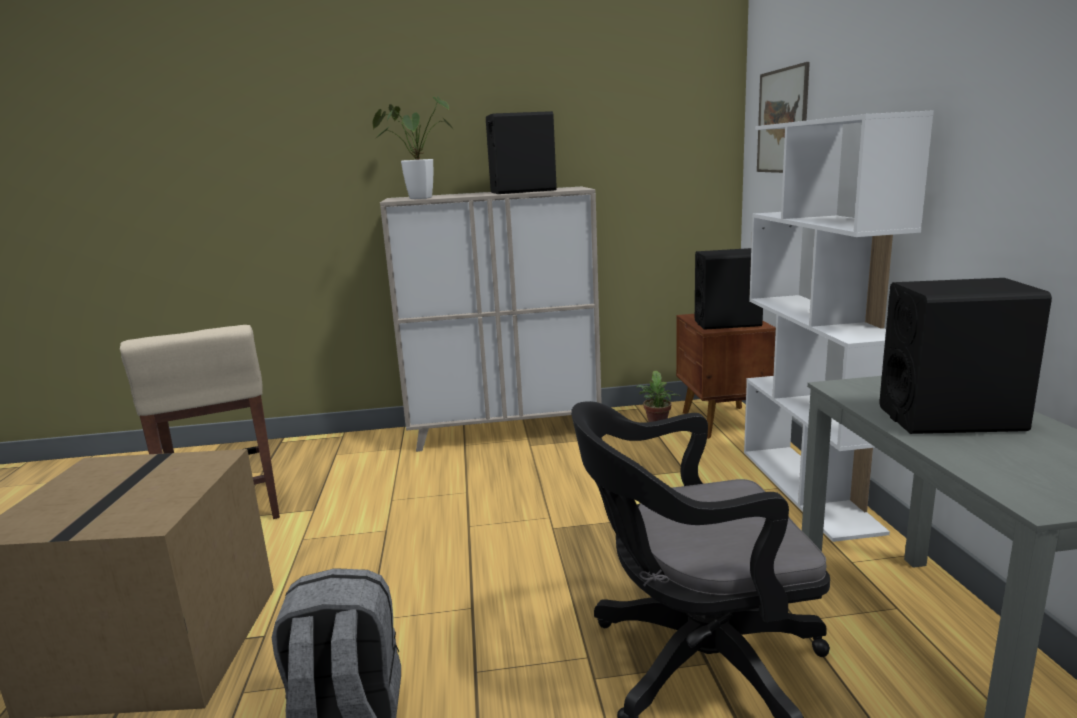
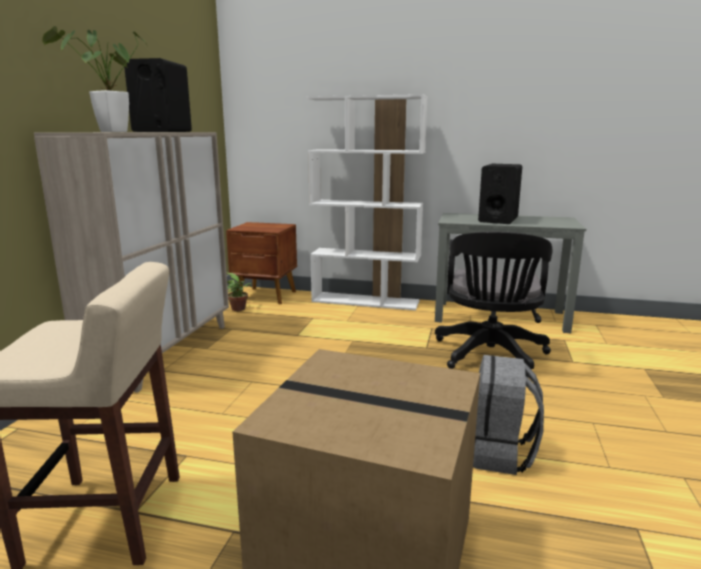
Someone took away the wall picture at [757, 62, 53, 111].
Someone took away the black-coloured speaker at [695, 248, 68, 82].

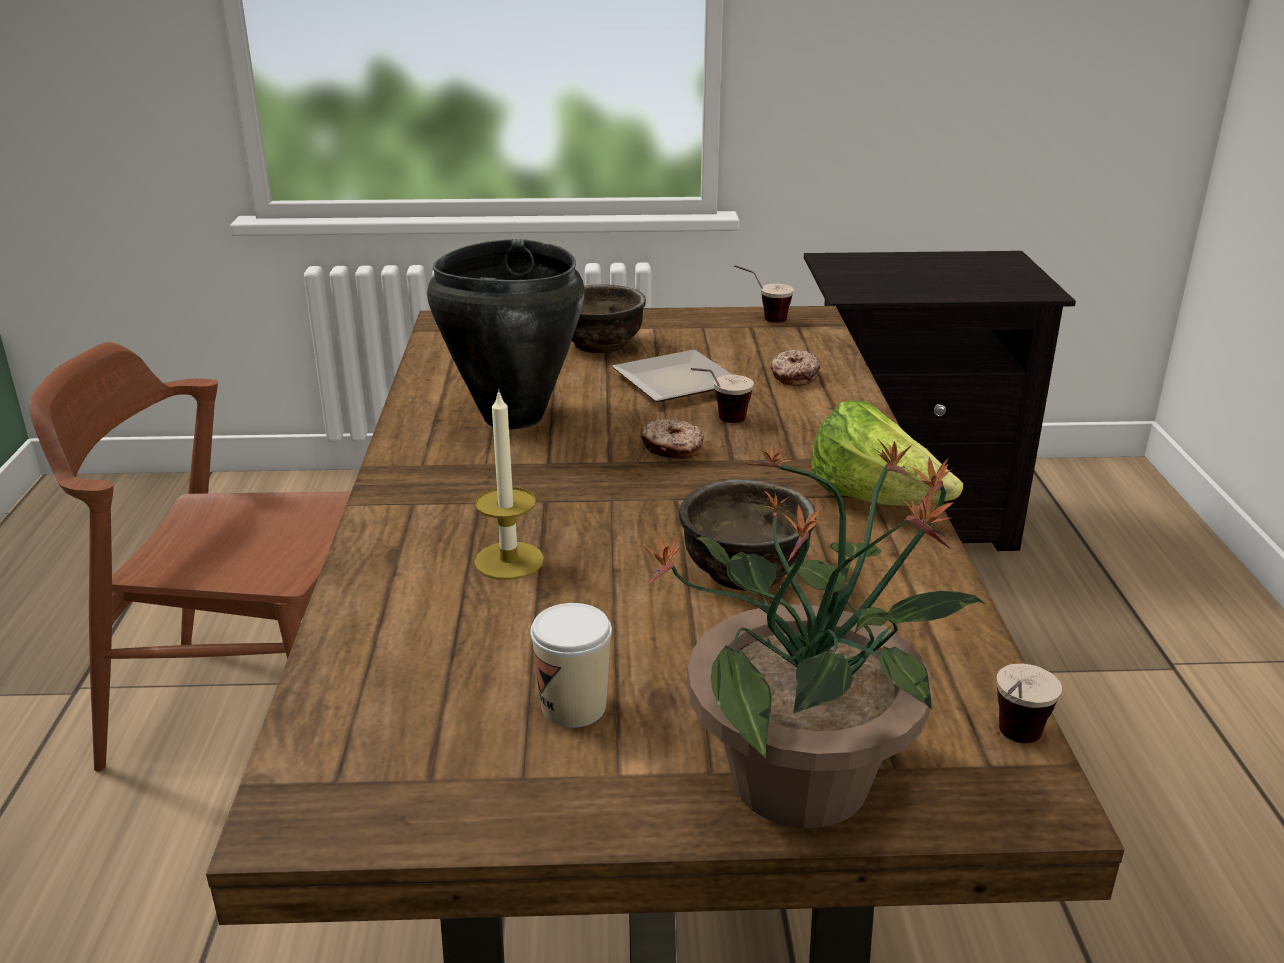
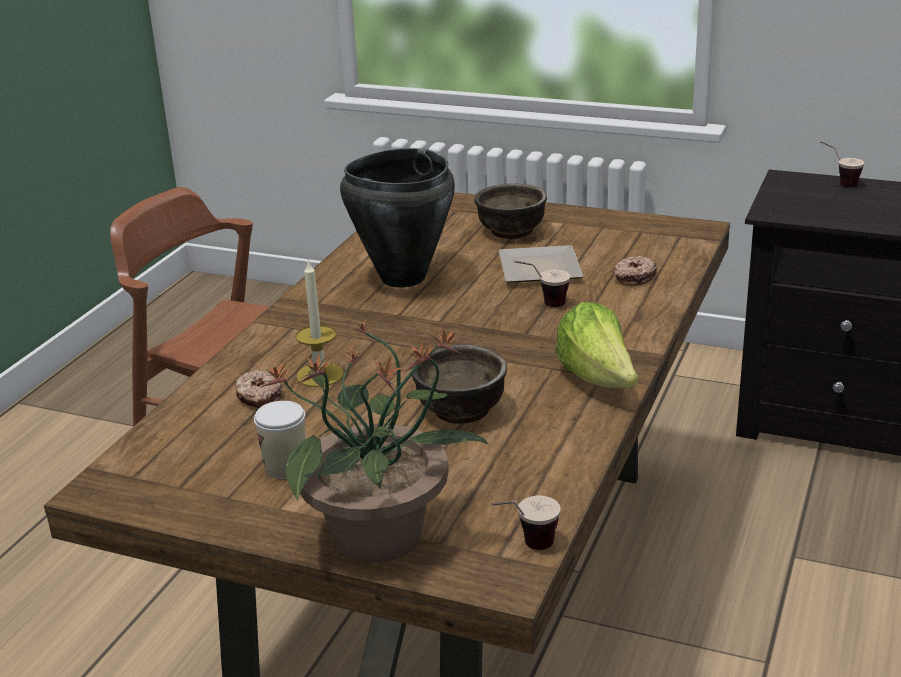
Someone carried the drinking cup from [734, 265, 60, 58] to [820, 141, 44, 46].
Someone carried the donut from [640, 419, 64, 40] to [235, 370, 47, 38].

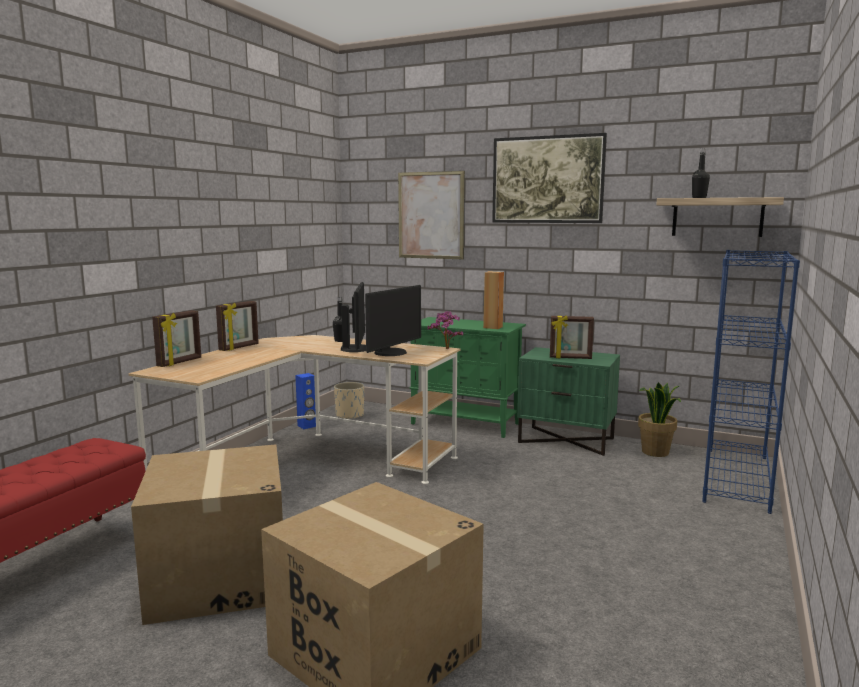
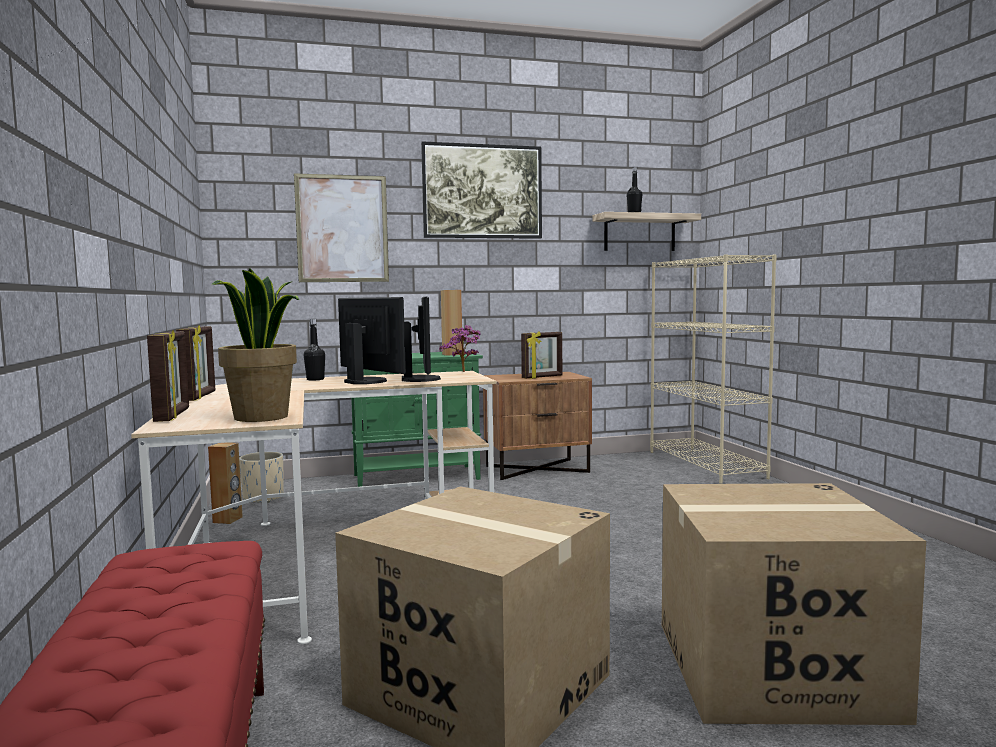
Someone repainted the blue-coloured shelving unit at [702, 250, 98, 264], which became the beige-coloured shelving unit at [650, 254, 127, 230].
Someone repainted the green-coloured night table at [517, 347, 103, 109], which became the brownish night table at [483, 372, 109, 108].
Someone repainted the blue-coloured speaker at [295, 373, 21, 56], which became the brownish speaker at [208, 443, 35, 81].
Someone carried the houseplant from [638, 382, 43, 75] to [212, 268, 87, 154].

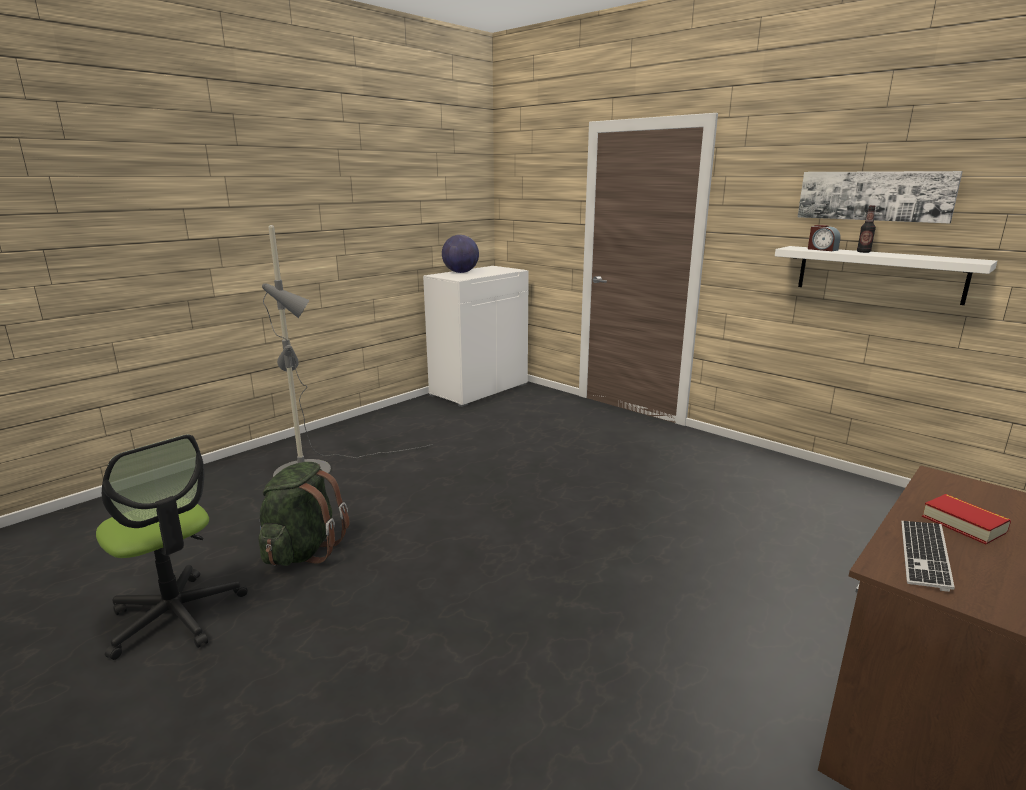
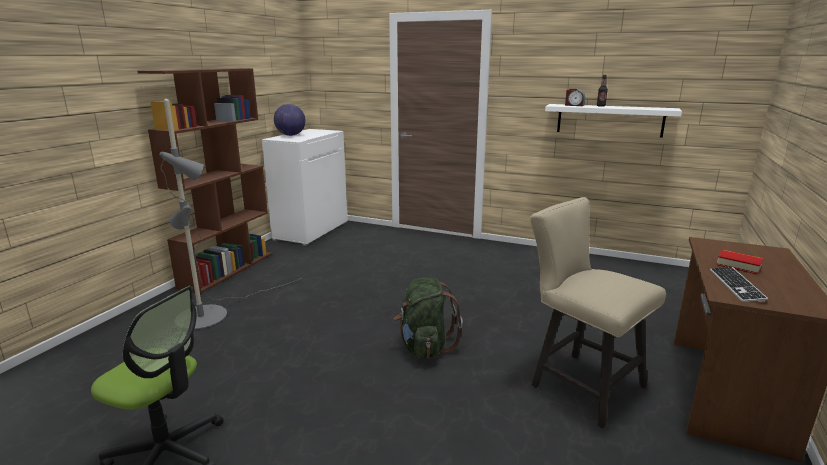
Someone took away the wall picture at [798, 171, 165, 52].
Someone carried the green-coloured rucksack from [258, 462, 92, 104] to [394, 277, 69, 82].
Someone put down the brownish shelving unit at [137, 68, 135, 226].
Someone put down the beige-coloured upright chair at [530, 197, 136, 232].

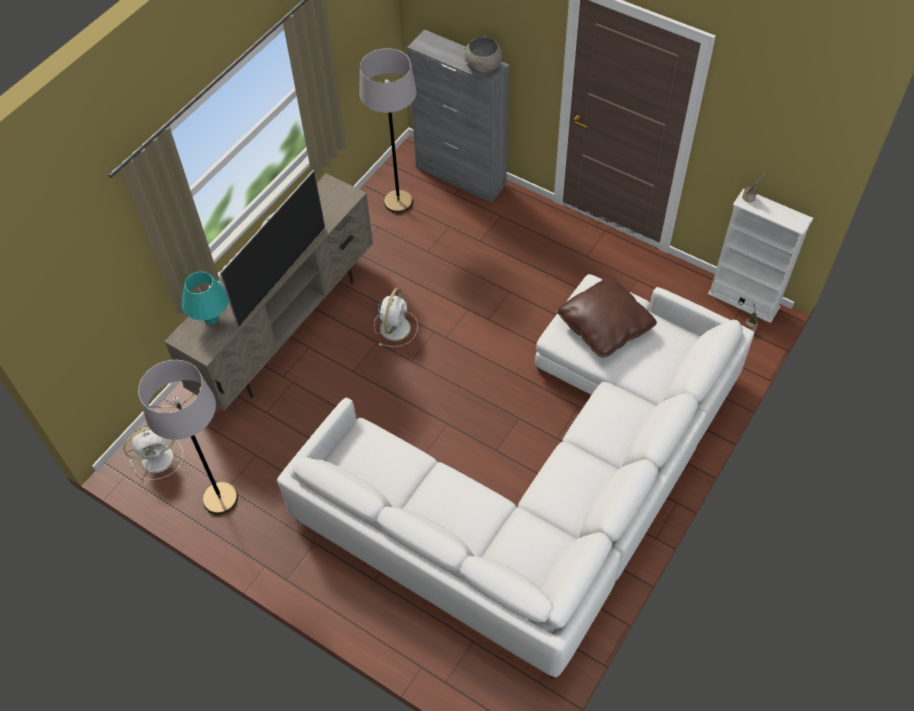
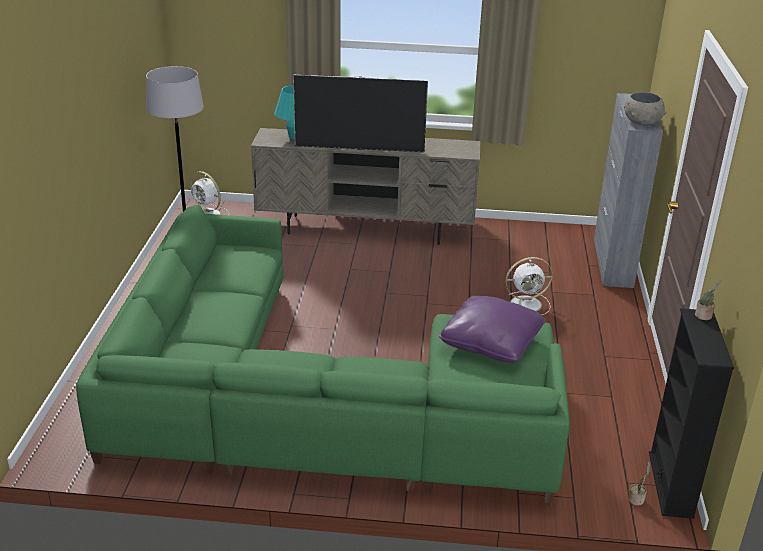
Someone took away the gray standing lamp at [359, 48, 58, 165].
Someone repainted the white-coloured shelving unit at [708, 188, 106, 135], which became the black-coloured shelving unit at [649, 308, 85, 210].
Someone repainted the white-coloured settee at [277, 274, 477, 405], which became the green-coloured settee at [76, 205, 494, 299].
Someone repainted the brownish throw pillow at [556, 277, 101, 81], which became the purple-coloured throw pillow at [439, 296, 107, 67].
Someone carried the white-coloured electric fan from [374, 287, 44, 60] to [505, 257, 48, 58].

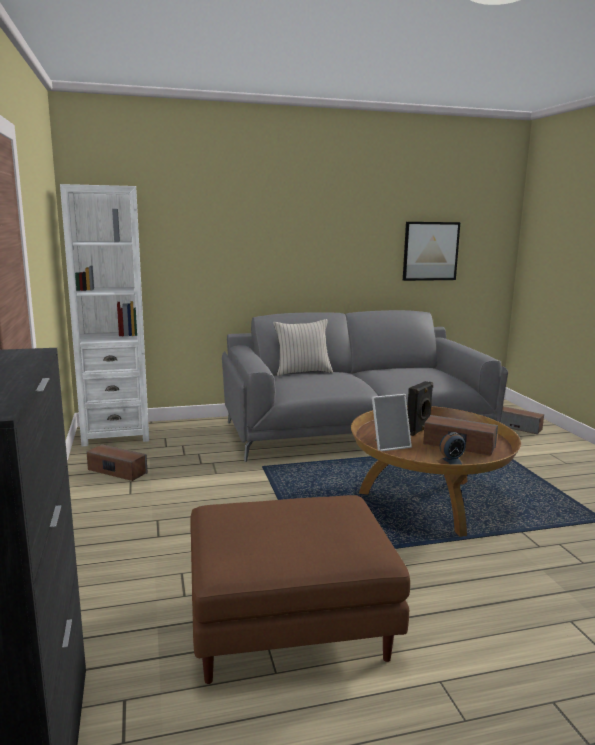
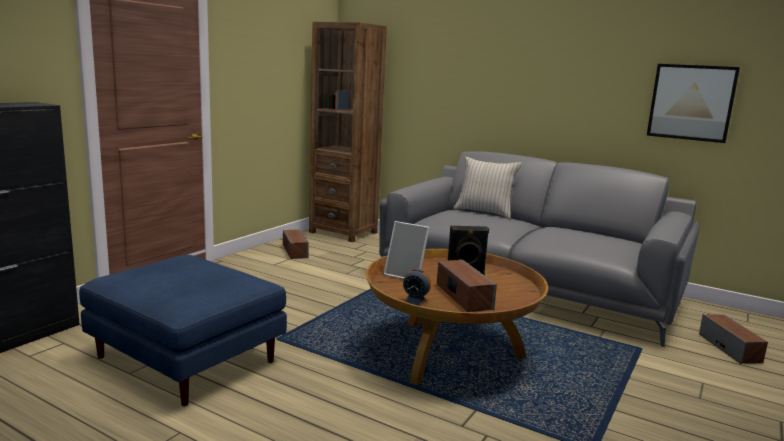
Someone repainted the white-coloured shelving unit at [60, 184, 89, 262], which became the brownish shelving unit at [309, 22, 78, 220].
Someone repainted the brownish pouffe at [190, 495, 220, 189], which became the blue-coloured pouffe at [79, 255, 208, 151].

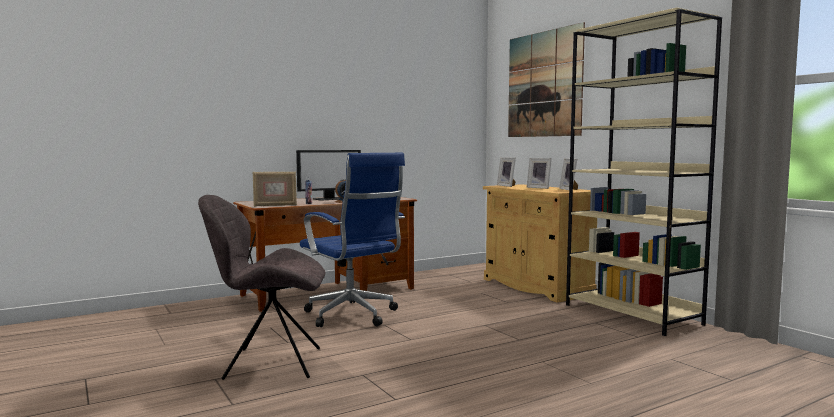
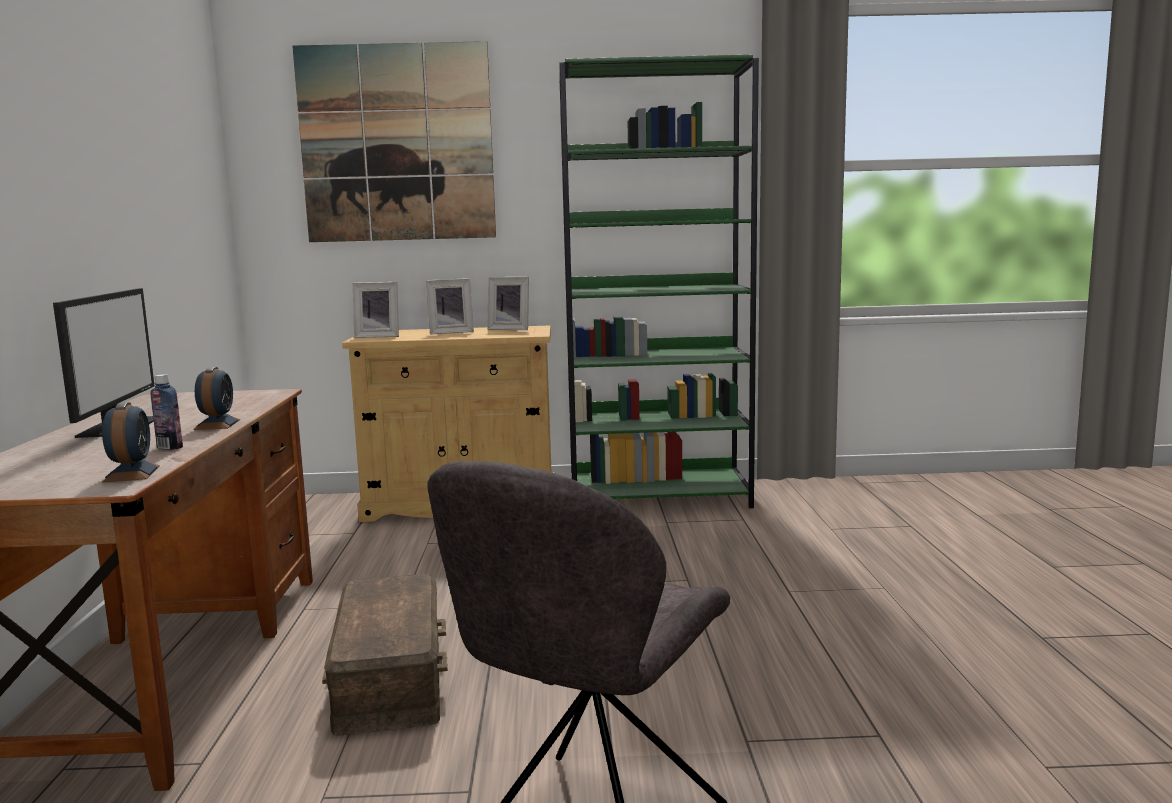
Someone repainted the beige-coloured shelving unit at [566, 8, 156, 328], which became the green-coloured shelving unit at [559, 55, 200, 453].
Someone swapped the blue-coloured computer chair at [300, 153, 105, 174] for the brownish storage box at [322, 574, 126, 162].
Someone swapped the photo frame at [252, 171, 45, 36] for the alarm clock at [102, 402, 58, 81].

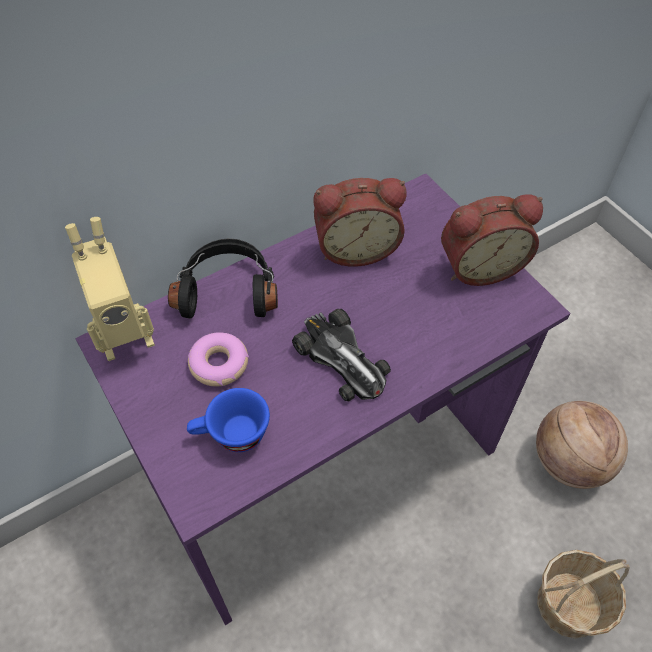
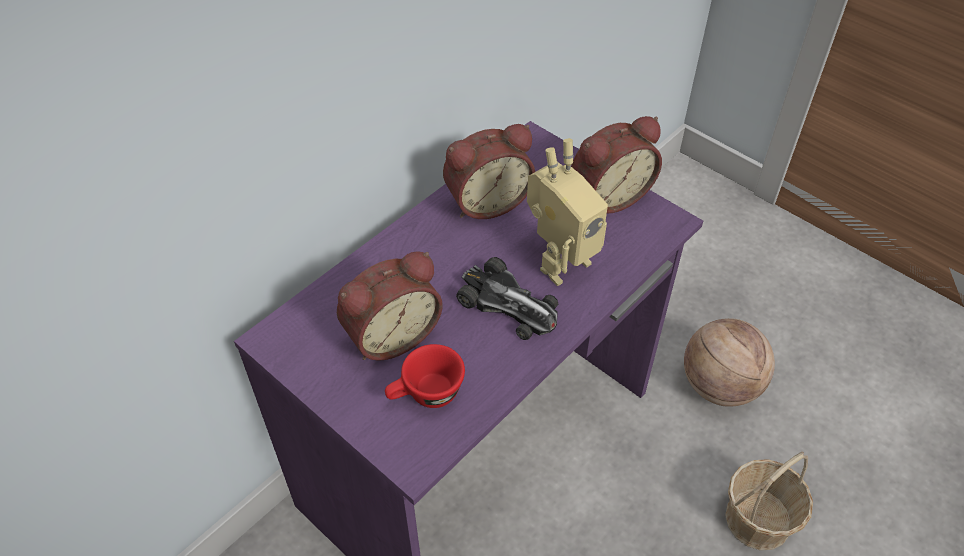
Someone carried the model robot from [65, 217, 90, 144] to [527, 139, 81, 147].
Someone took away the black-coloured headset at [168, 238, 110, 81].
Someone swapped the donut at [188, 332, 61, 55] for the alarm clock at [337, 251, 106, 110].
Someone repainted the blue-coloured drinking cup at [187, 388, 83, 64], which became the reddish drinking cup at [385, 344, 80, 64].

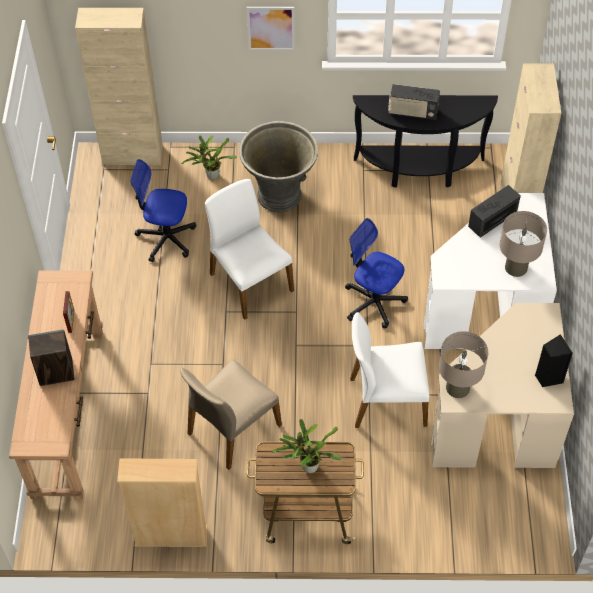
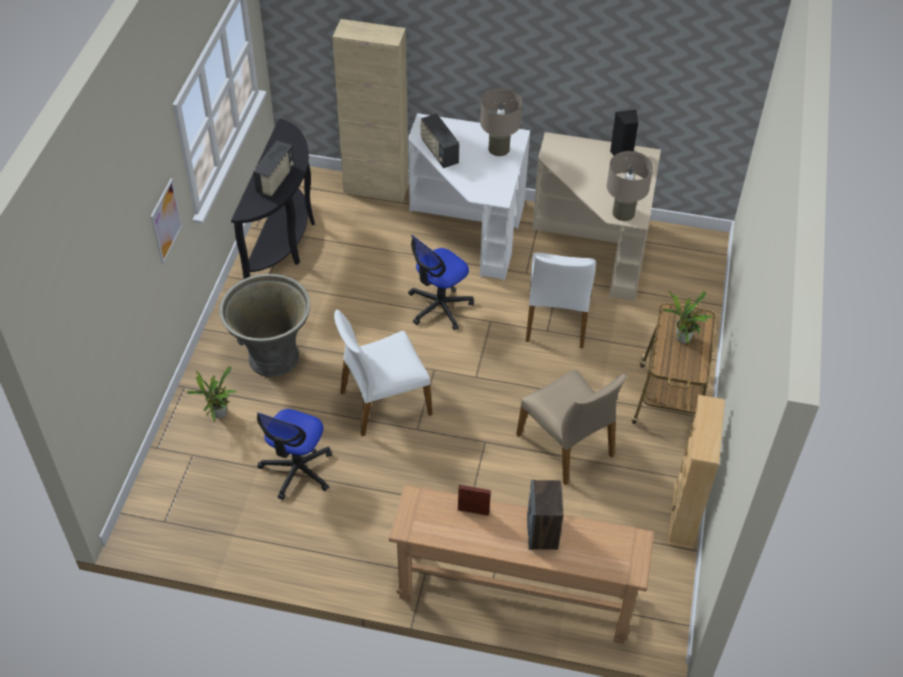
Someone took away the beige-coloured cabinet at [75, 8, 88, 158].

